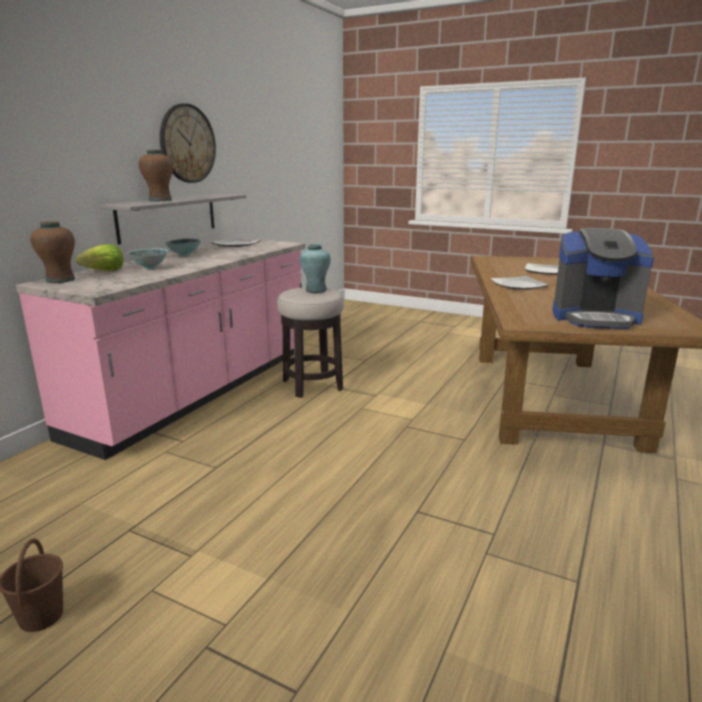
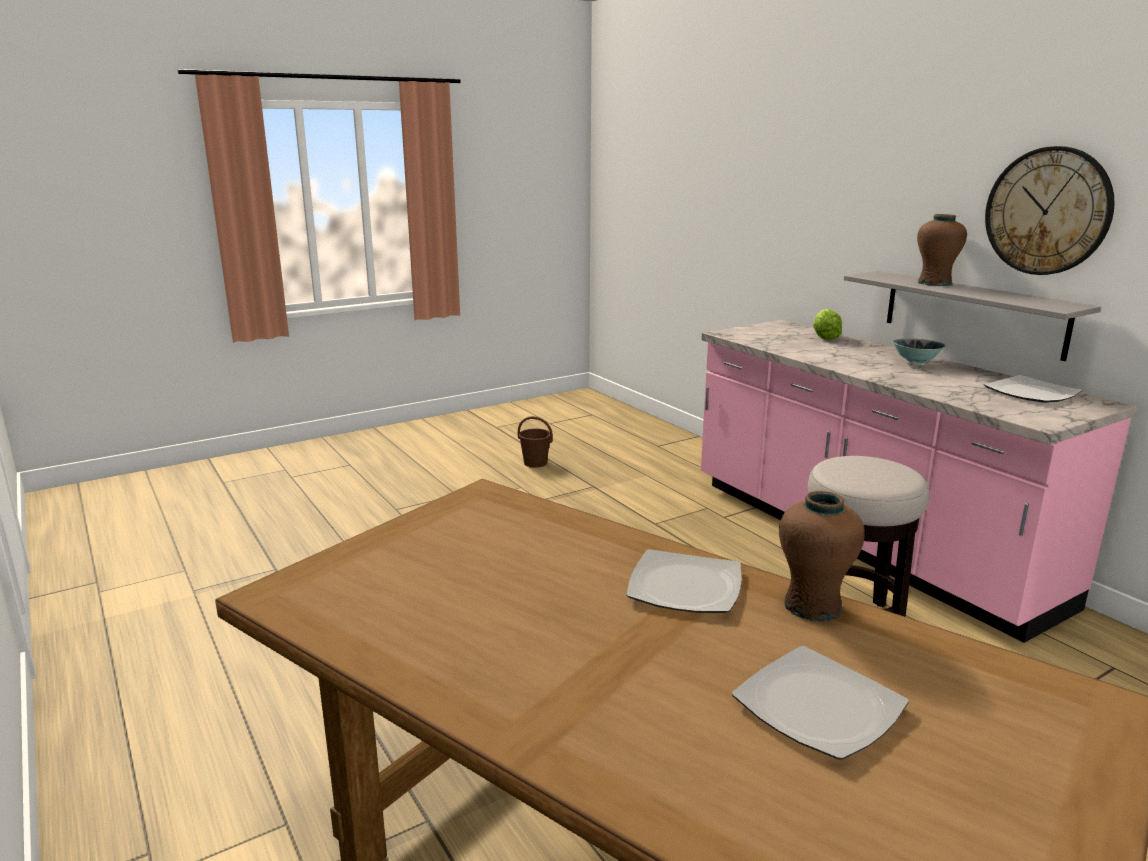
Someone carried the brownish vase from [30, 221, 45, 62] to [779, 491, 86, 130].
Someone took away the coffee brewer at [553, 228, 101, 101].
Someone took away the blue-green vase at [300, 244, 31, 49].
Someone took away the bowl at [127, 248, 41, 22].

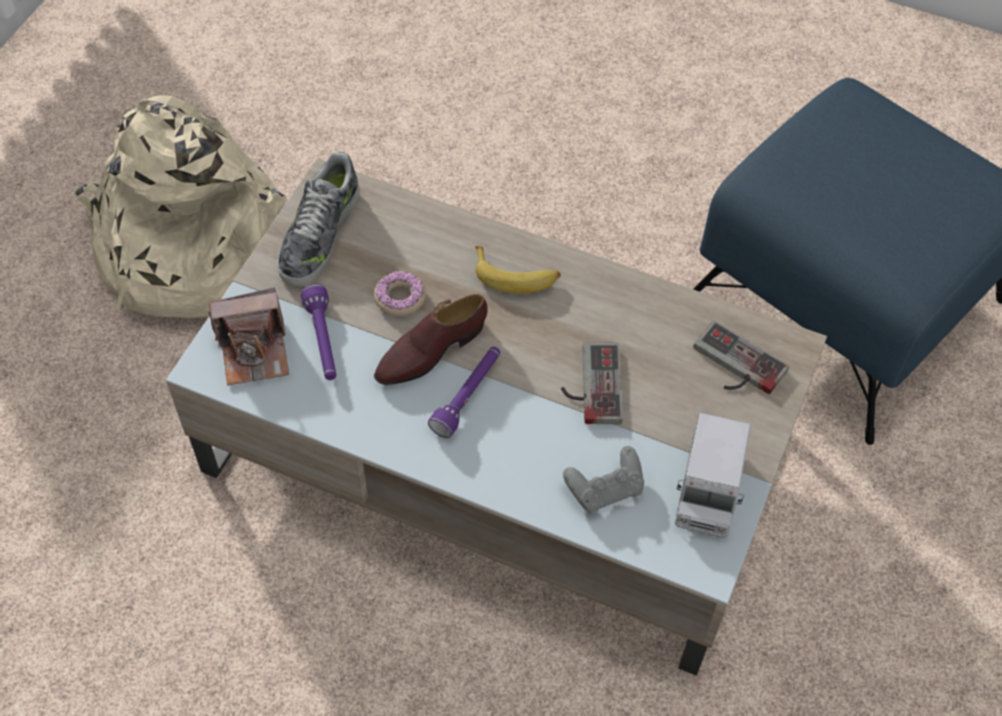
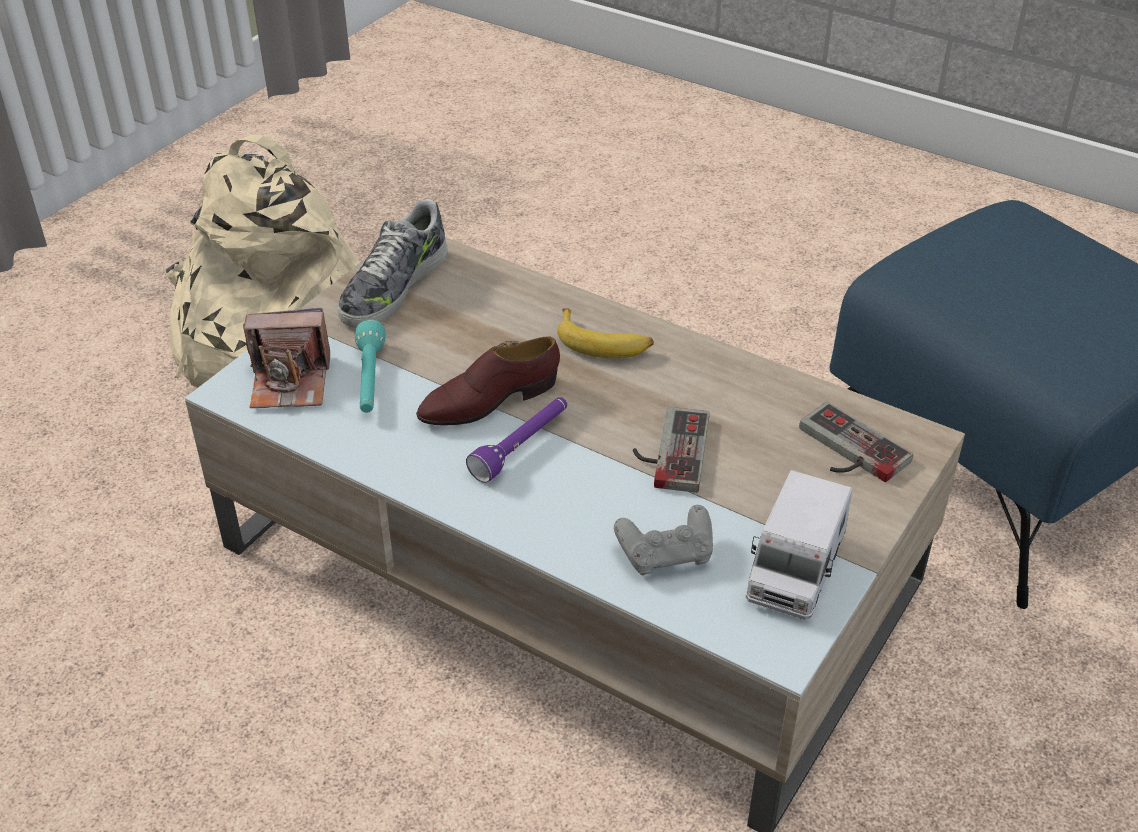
Someone took away the donut at [374, 271, 52, 45].
Someone repainted the purple-coloured flashlight at [301, 284, 35, 96], which became the blue-green flashlight at [355, 319, 30, 94].

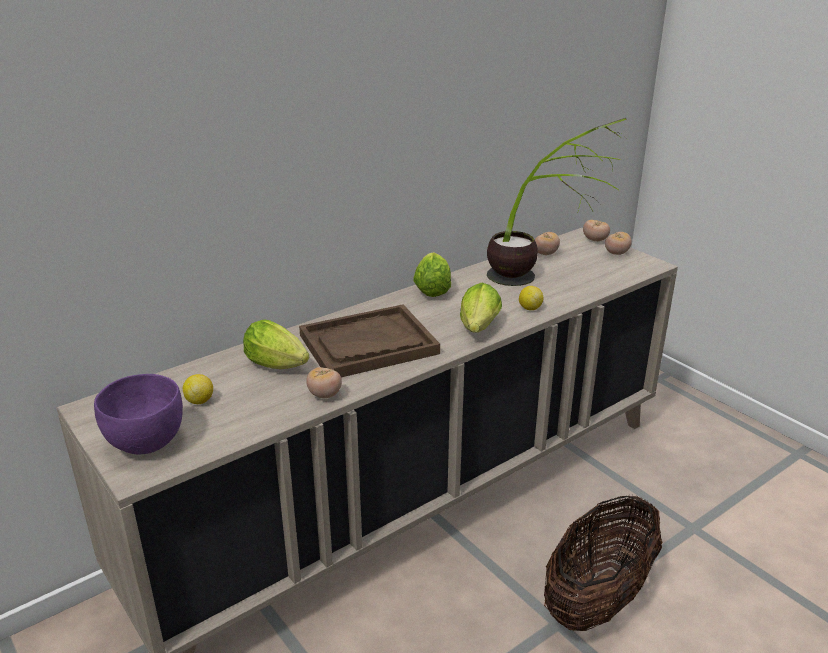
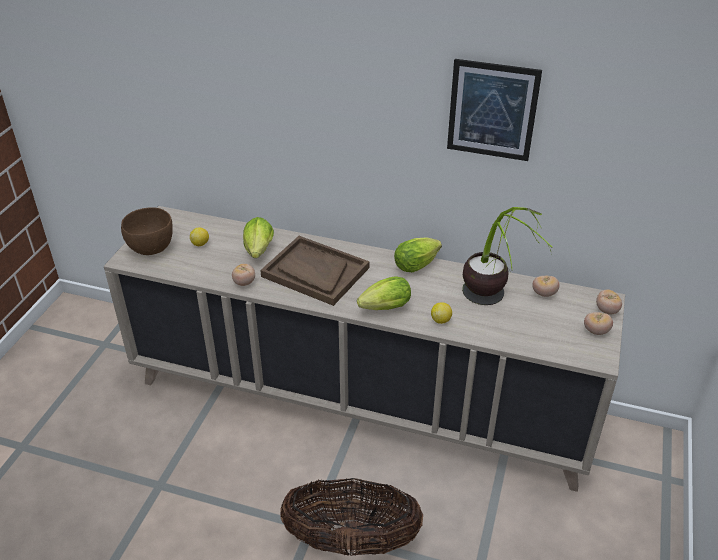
Someone repainted the purple-coloured bowl at [94, 374, 89, 81], which became the brownish bowl at [121, 207, 52, 48].
Someone put up the wall picture at [447, 59, 95, 102].

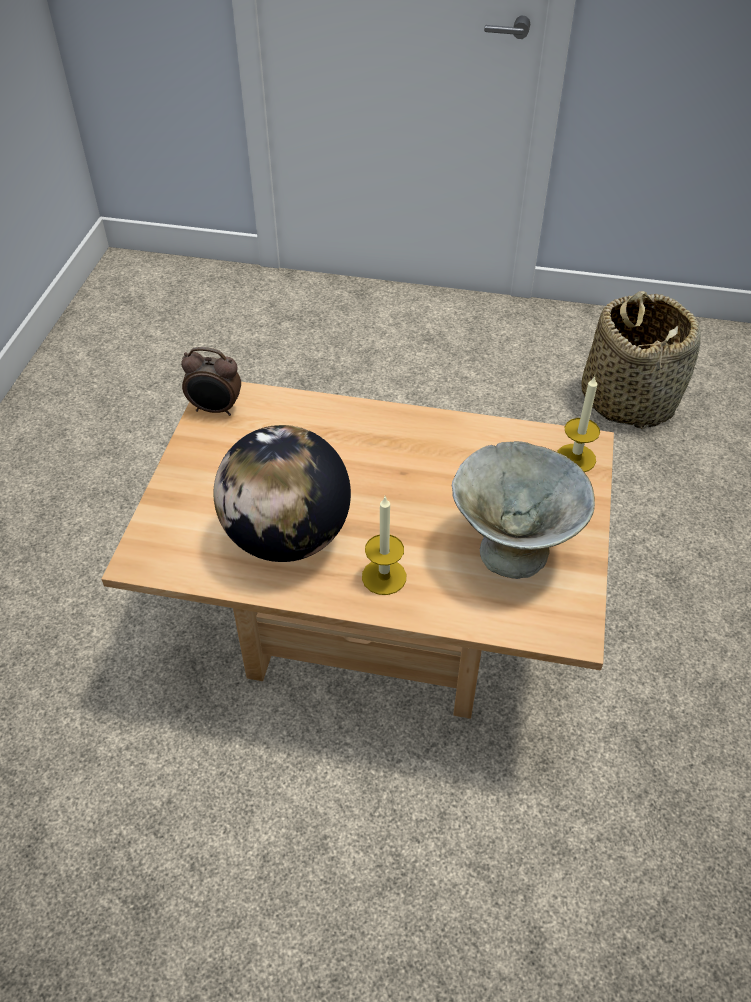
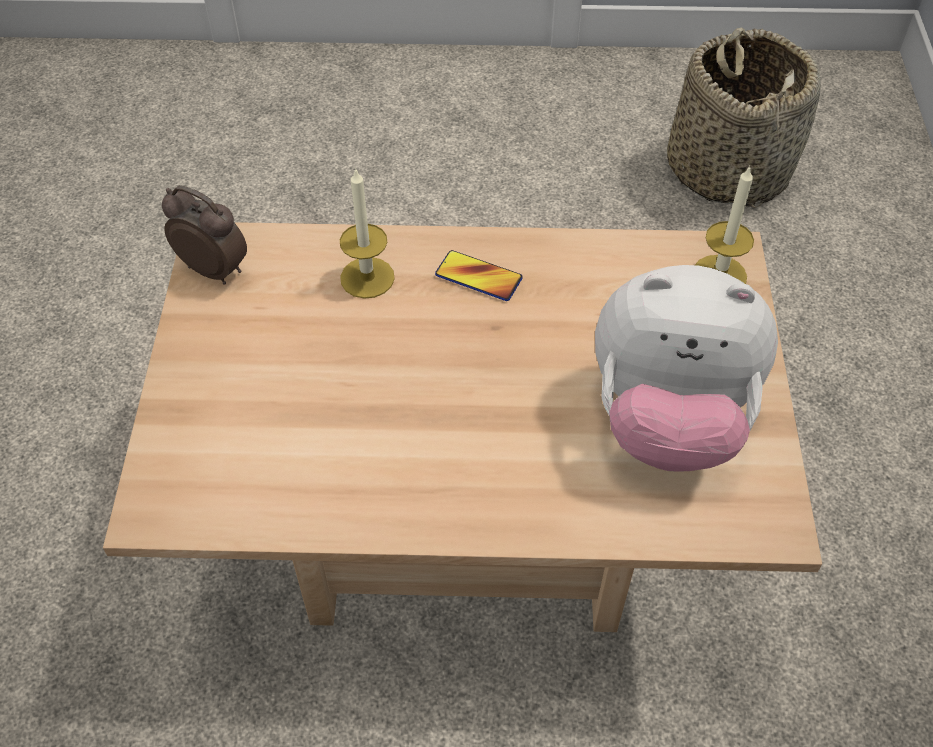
Someone rotated the alarm clock at [181, 347, 60, 69] by 150 degrees counterclockwise.
Someone took away the world globe at [213, 425, 138, 137].
Someone swapped the gray bowl at [452, 441, 143, 138] for the soft toy at [595, 265, 183, 207].
Someone carried the wax candle from [362, 497, 44, 98] to [340, 168, 55, 131].
Someone put down the phone at [435, 250, 88, 51].

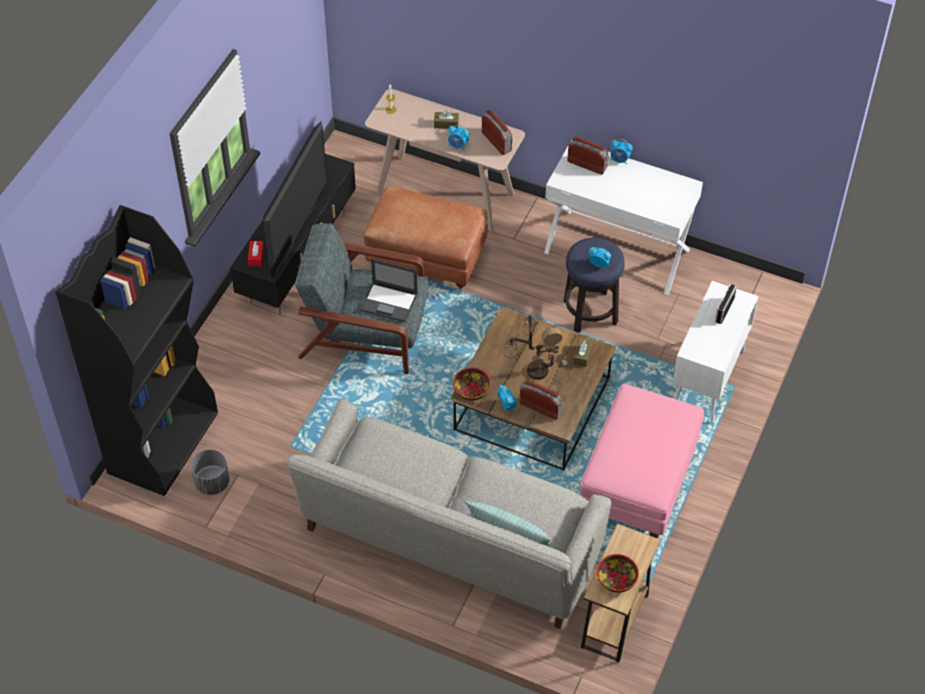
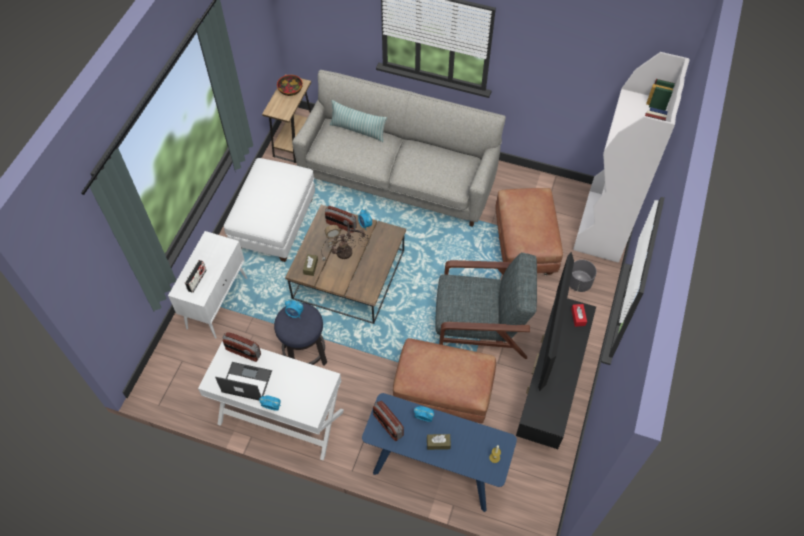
Someone repainted the beige-coloured console table at [365, 89, 160, 143], which became the blue-coloured console table at [362, 393, 155, 119].
Someone carried the radio set from [567, 137, 42, 38] to [223, 332, 38, 30].
Someone repainted the black-coloured shelving unit at [55, 205, 163, 291], which became the white-coloured shelving unit at [573, 52, 117, 210].
Someone carried the portable computer from [360, 259, 58, 63] to [215, 362, 57, 38].
Someone took away the bowl at [453, 367, 38, 34].
Someone repainted the pink-coloured pouffe at [579, 384, 125, 155], which became the white-coloured pouffe at [224, 158, 91, 104].
Someone carried the gray flower pot from [191, 450, 39, 45] to [570, 260, 27, 32].
Someone put down the brownish pouffe at [496, 188, 67, 87].

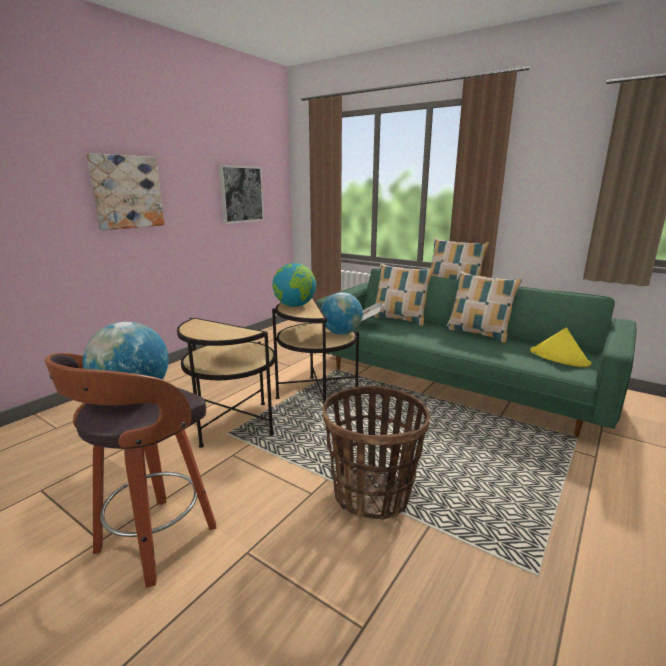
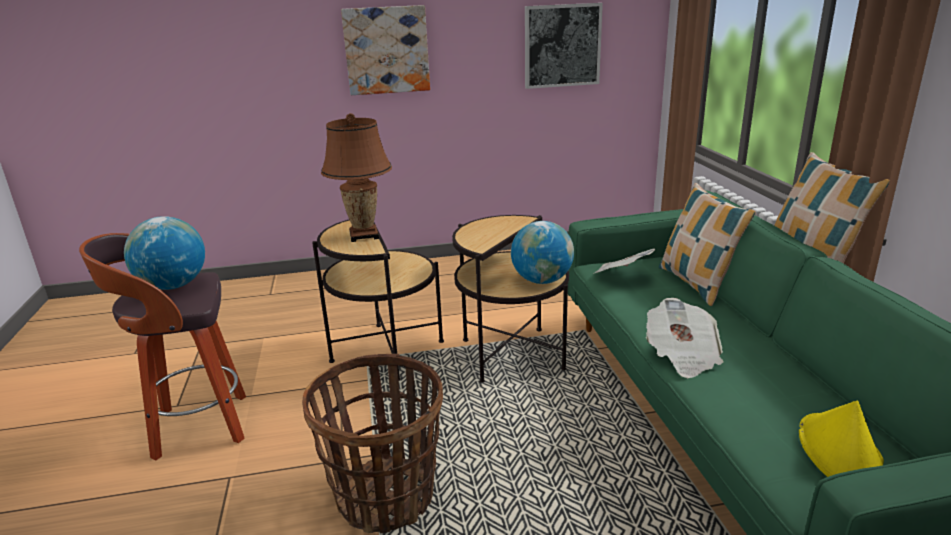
Someone took away the world globe at [273, 263, 43, 44].
Someone took away the throw pillow at [445, 271, 77, 72].
Someone put down the brownish lamp for a table at [321, 113, 71, 129].
Someone put down the printed paper at [646, 298, 77, 80].

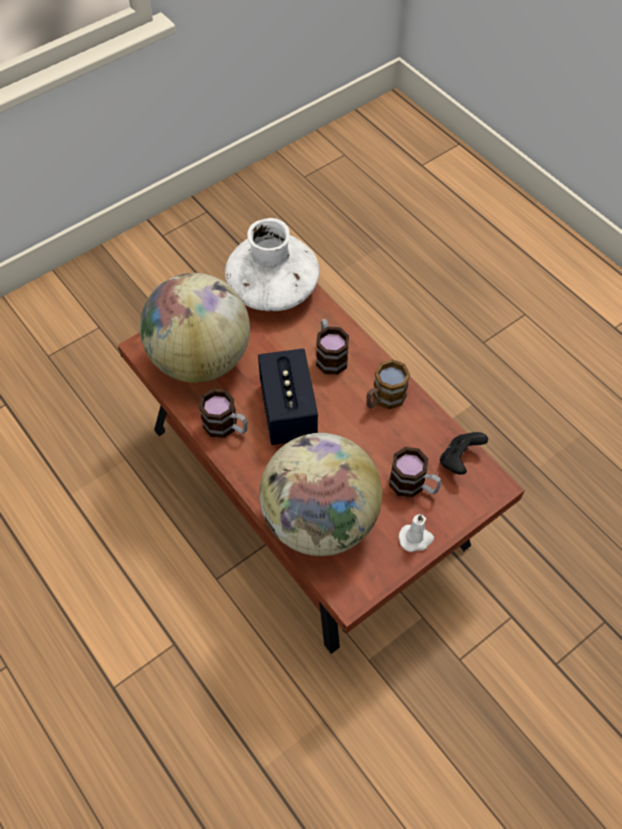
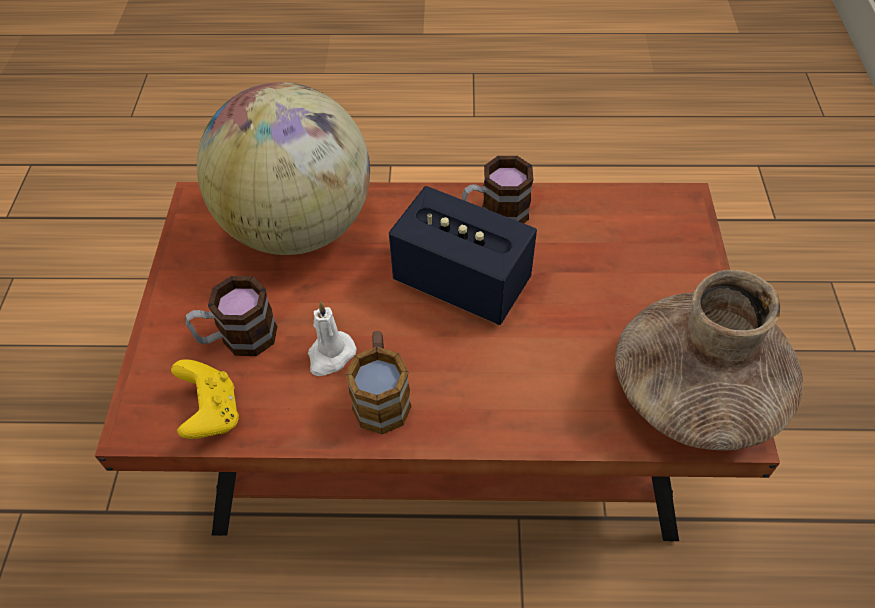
Someone repainted the white-coloured vase at [225, 218, 94, 93], which became the brownish vase at [615, 270, 188, 181].
Someone took away the world globe at [140, 273, 110, 110].
Someone took away the tea mug at [316, 319, 33, 56].
Someone repainted the black-coloured gamepad at [440, 432, 48, 43], which became the yellow gamepad at [171, 359, 68, 80].
Someone carried the white-coloured wax candle from [399, 514, 35, 38] to [308, 302, 49, 74].

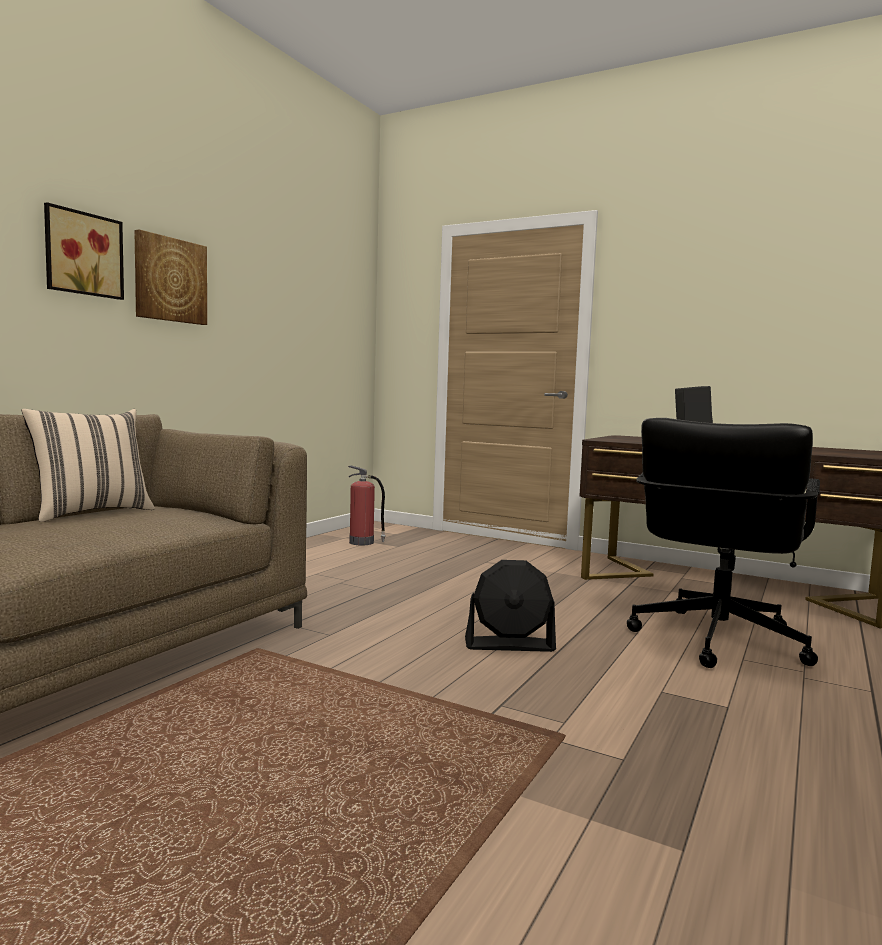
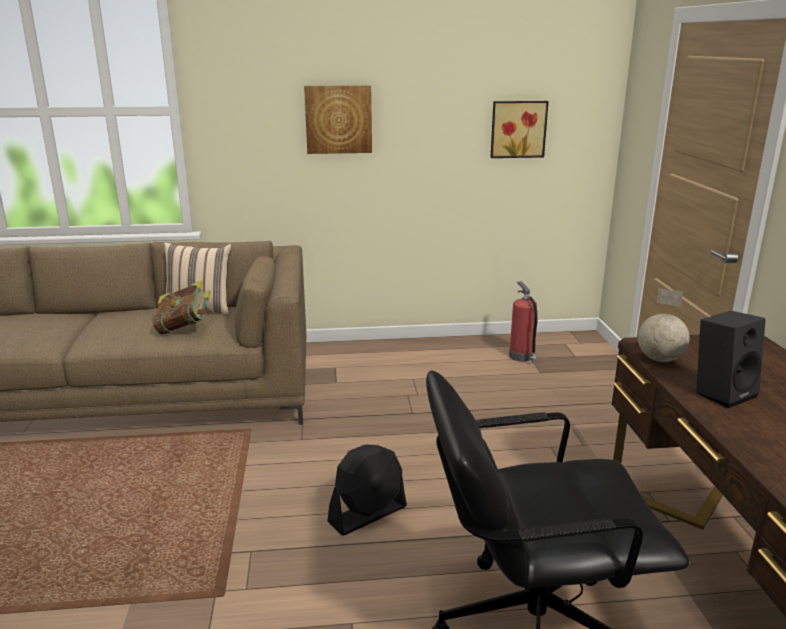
Someone carried the wall picture from [44, 202, 80, 98] to [490, 101, 59, 57].
Someone rotated the black-coloured electric fan at [465, 560, 91, 92] by 90 degrees counterclockwise.
Someone put down the bound book at [153, 281, 58, 53].
Someone put down the world globe at [638, 288, 52, 74].

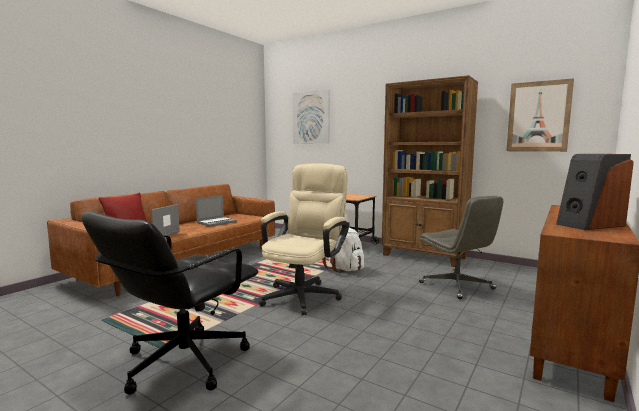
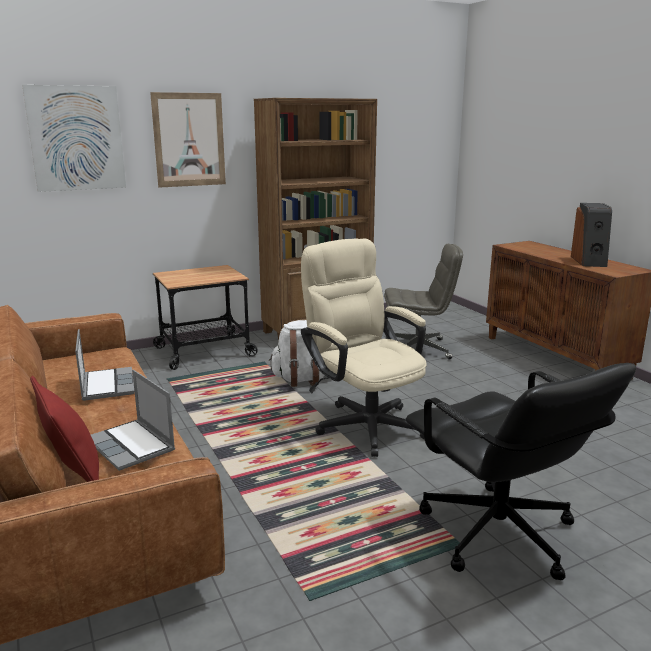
Someone carried the wall picture from [506, 78, 68, 74] to [150, 92, 76, 96].

